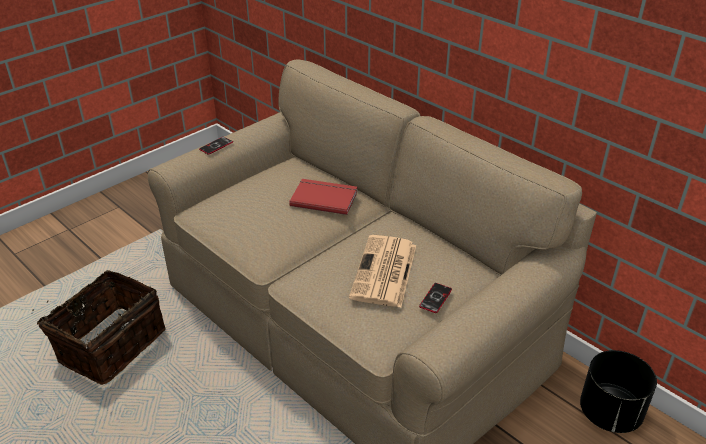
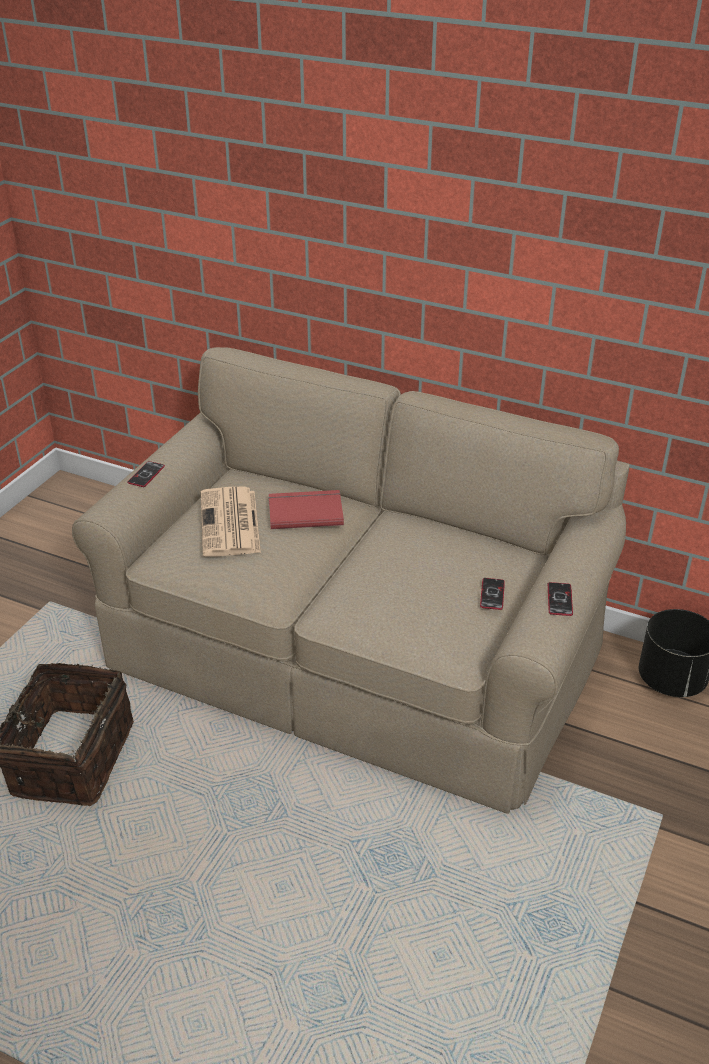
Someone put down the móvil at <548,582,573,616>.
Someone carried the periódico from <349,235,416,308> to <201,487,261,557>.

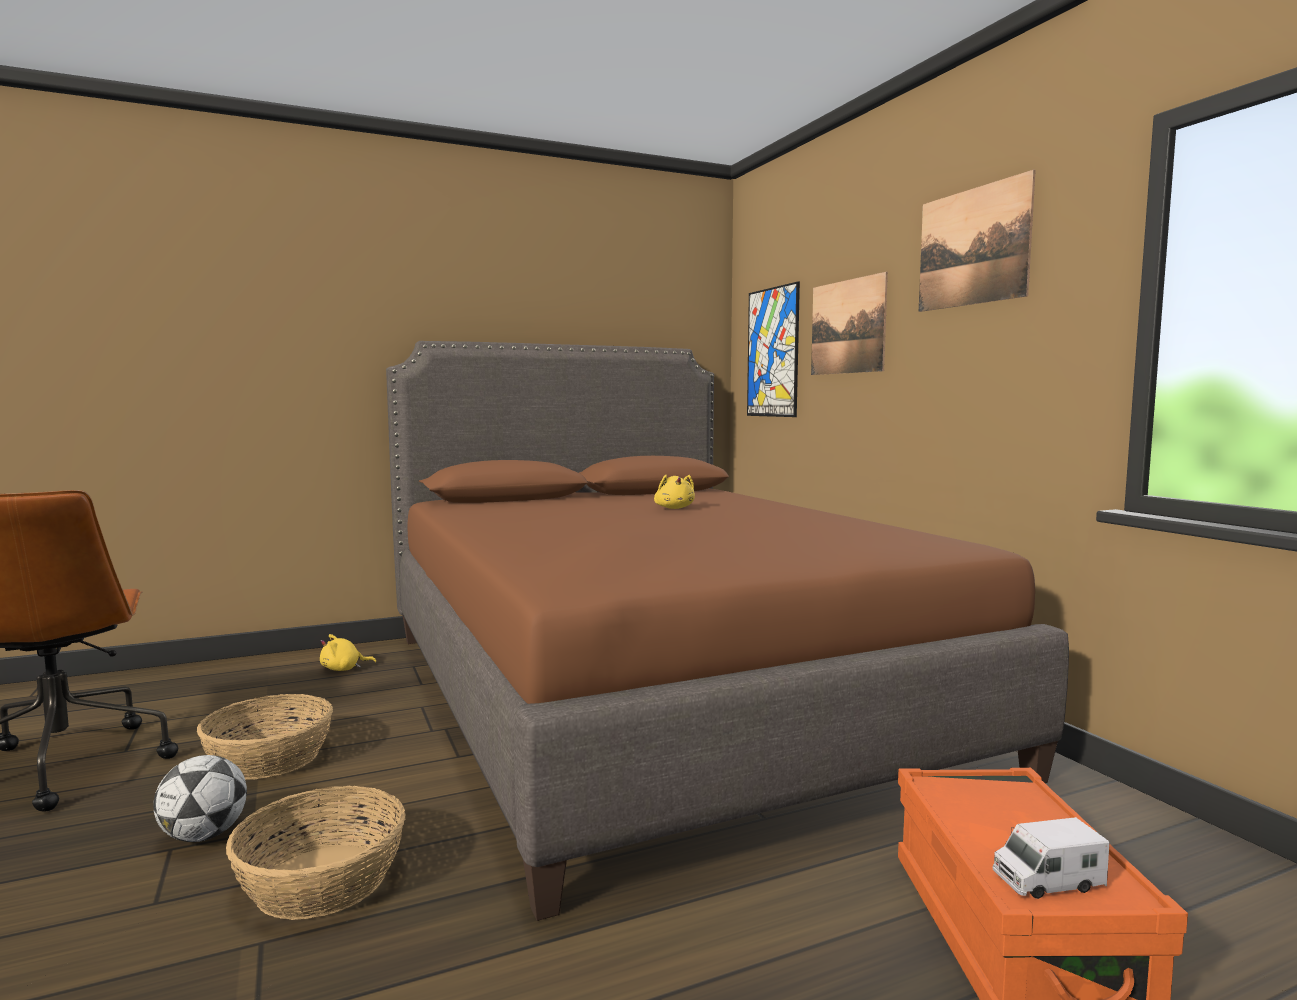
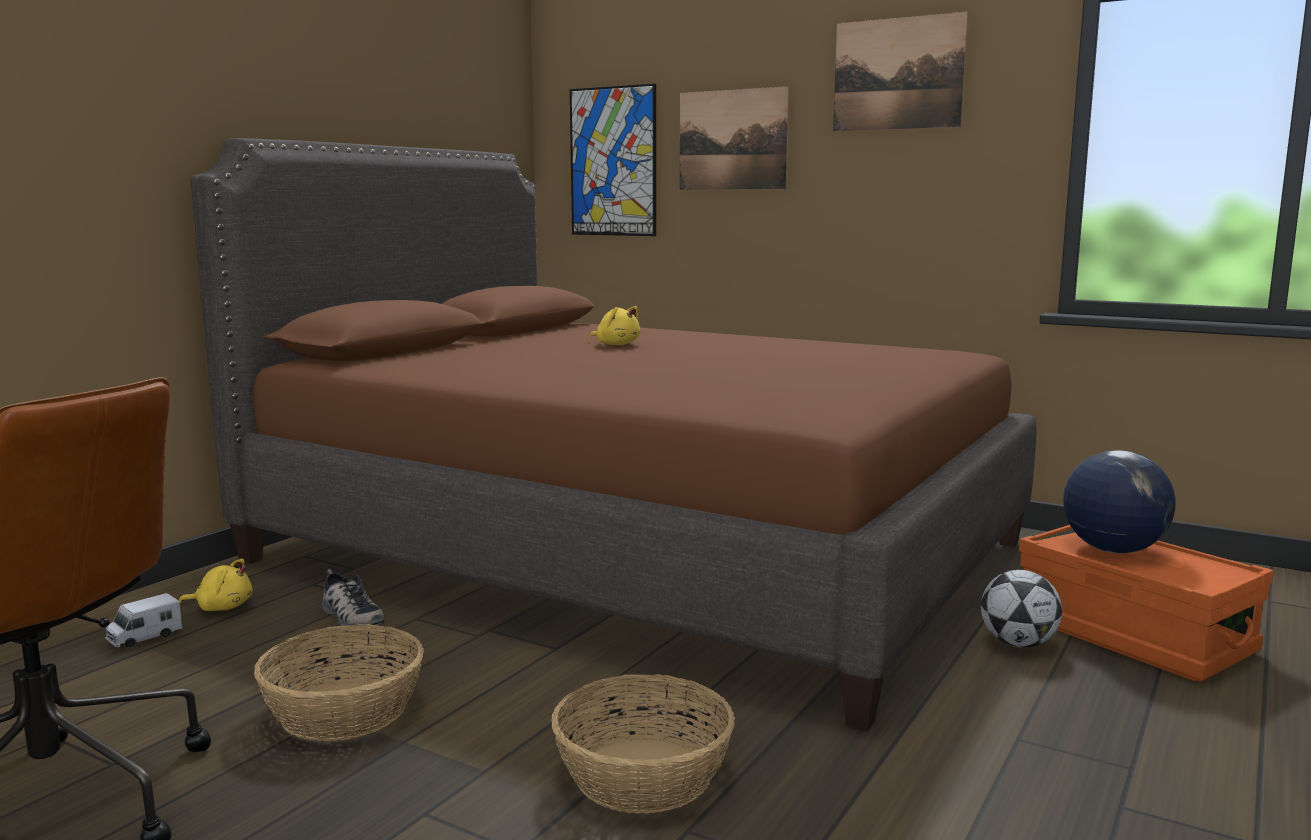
Someone put down the zapato at <322,569,385,629>.
Someone put down the globo terráqueo at <1063,450,1176,553>.
Someone carried the balón de fútbol from <153,755,247,842> to <981,570,1062,648>.
Someone carried the camión de juguete from <993,817,1109,899> to <105,593,182,647>.
Someone rotated the peluche (amarillo) at <320,634,376,671> by 120 degrees counterclockwise.

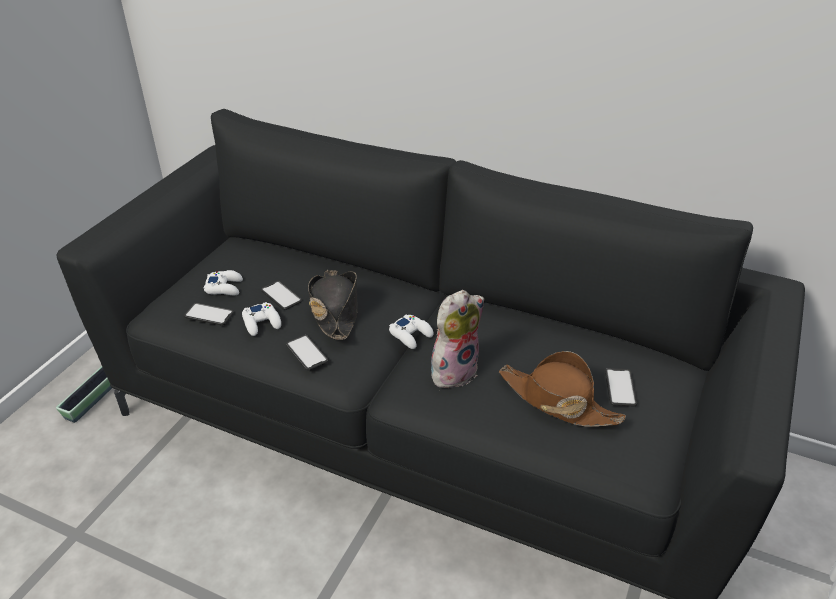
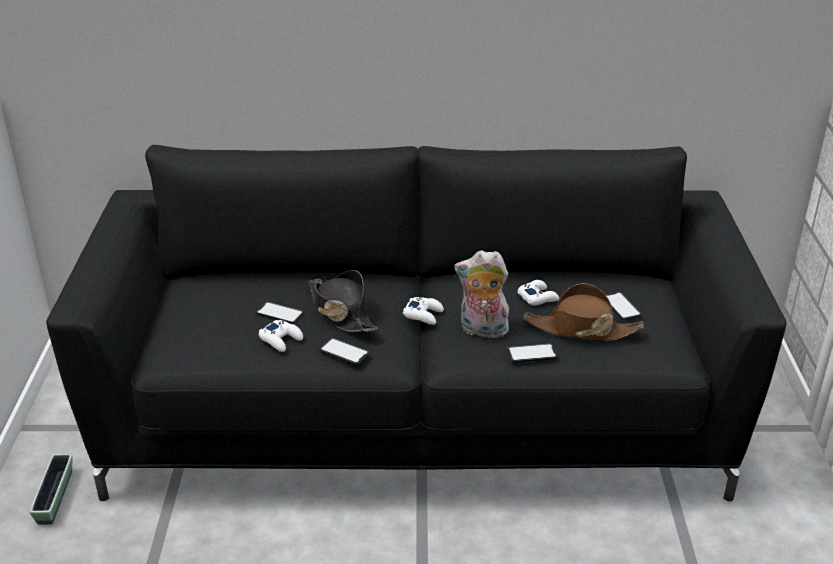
Someone carried the móvil from <184,303,234,325> to <507,343,558,363>.
Someone carried the mando de consola (blanco) from <204,270,243,295> to <517,280,559,306>.
Someone rotated the peluche at <431,290,484,391> by 105 degrees counterclockwise.

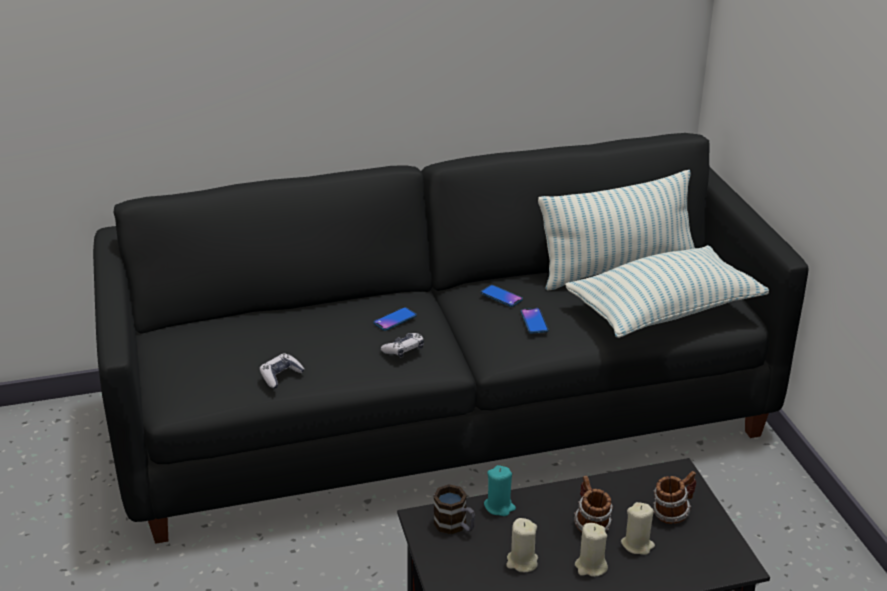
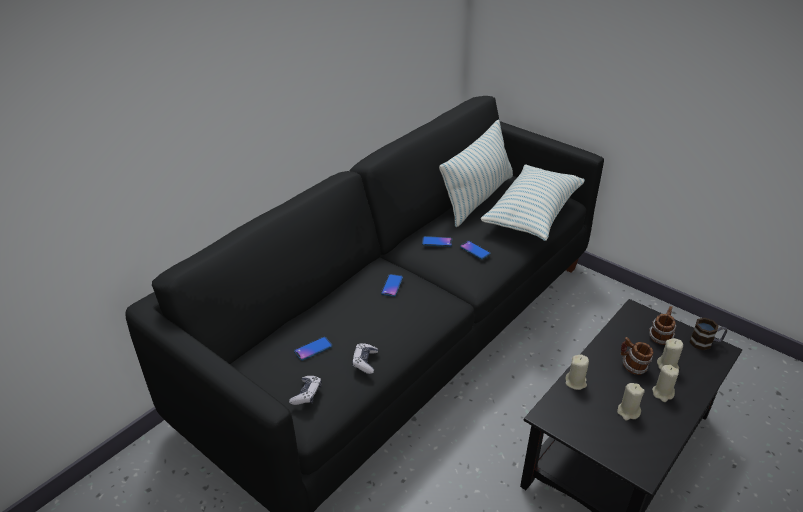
Someone put down the móvil at <294,337,332,361>.
Someone carried the mando de consola from <381,333,424,357> to <289,376,322,405>.
Someone carried the taza grande from <434,484,475,534> to <690,318,727,350>.
Someone repainted the vela (turquesa) at <484,465,516,516>, which became the vela (beis) at <565,355,589,390>.

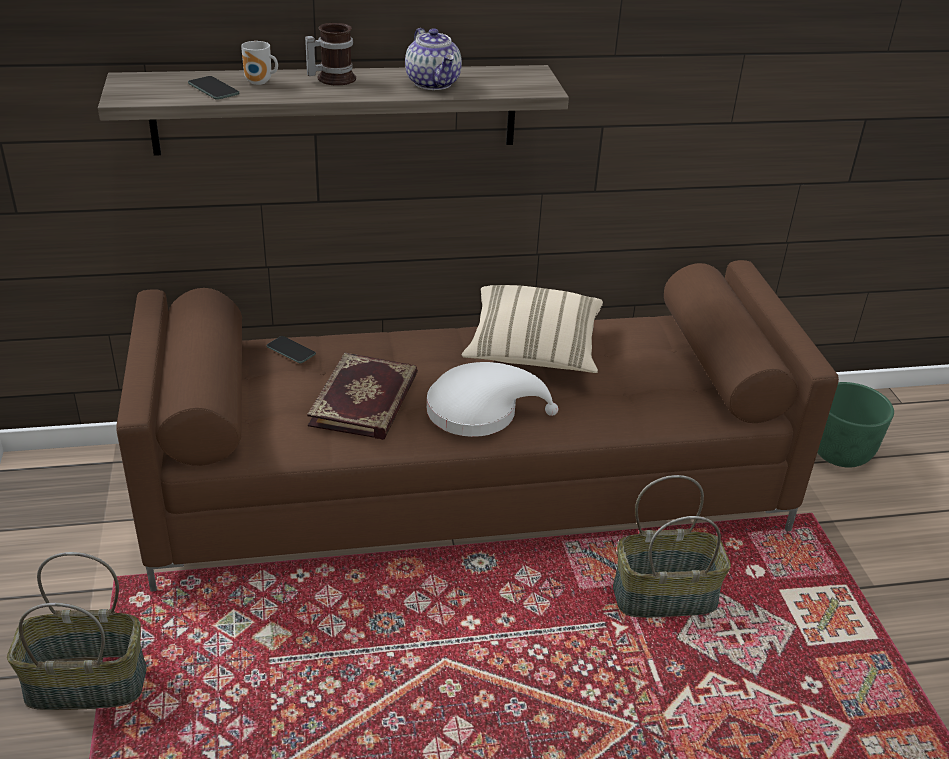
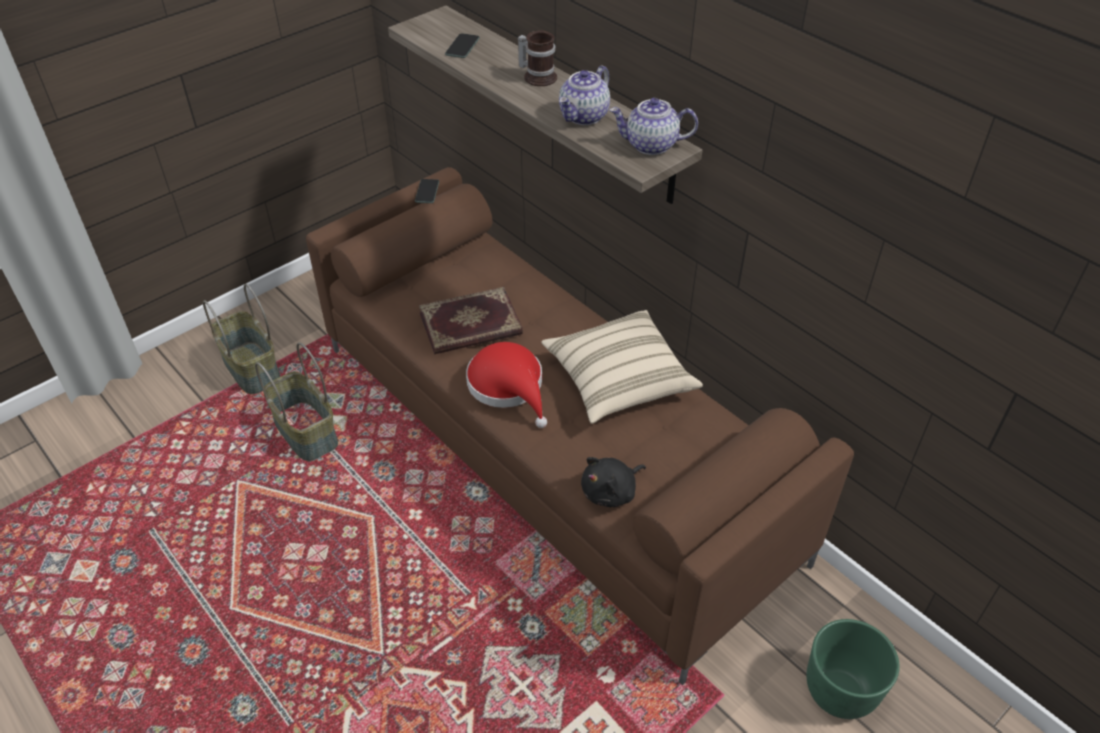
Someone took away the taza grande at <241,41,278,85>.
Someone put down the peluche (negro) at <581,457,646,507>.
Someone put down the tetera at <609,98,698,155>.
Someone carried the móvil from <266,336,316,363> to <415,179,439,203>.
Someone carried the cesta from <613,475,731,618> to <255,342,338,461>.
Someone repainted the sombrero (blanco) at <427,362,558,437>, which became the sombrero (rojo) at <466,342,547,428>.

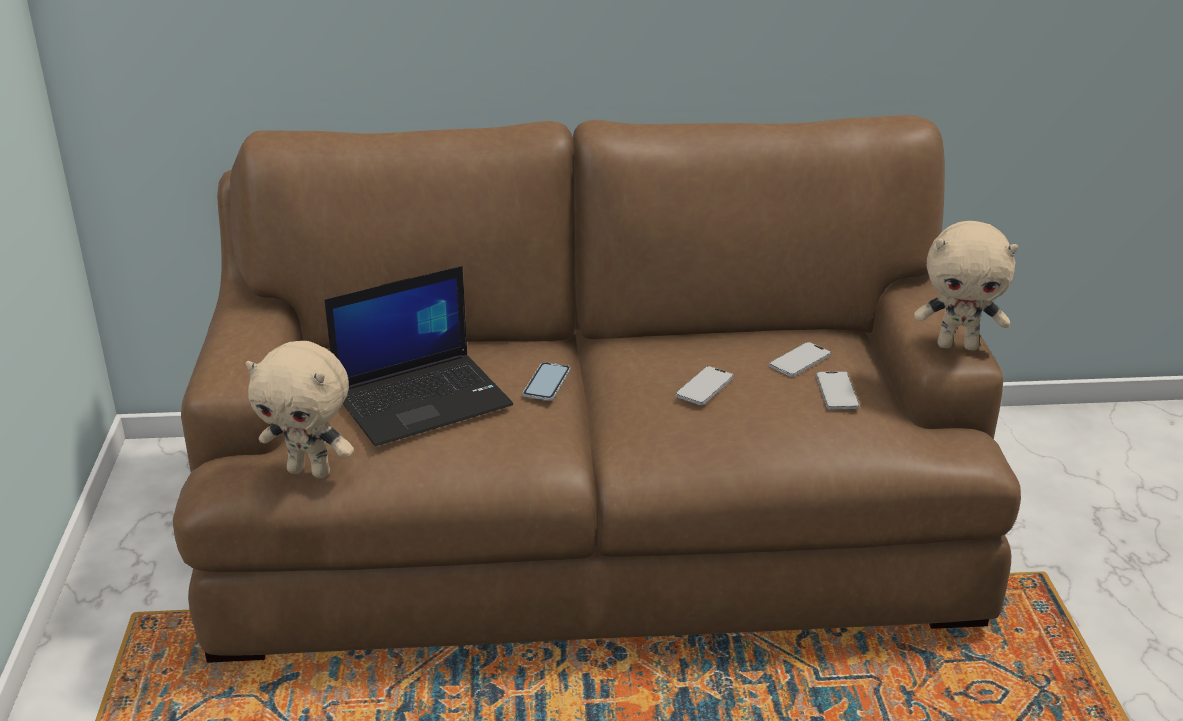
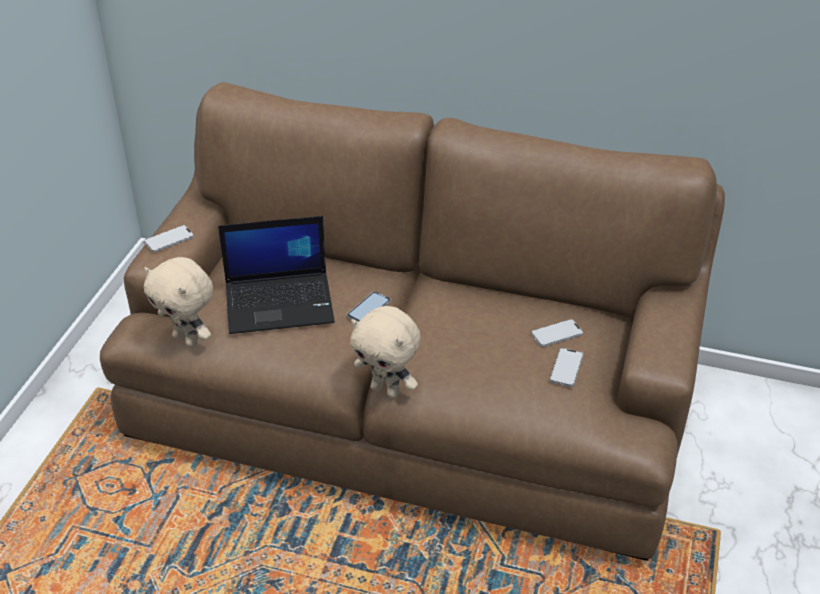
Someone carried the móvil from <675,366,734,405> to <144,225,194,252>.
Someone carried the peluche (beis) from <914,221,1018,351> to <350,306,420,398>.

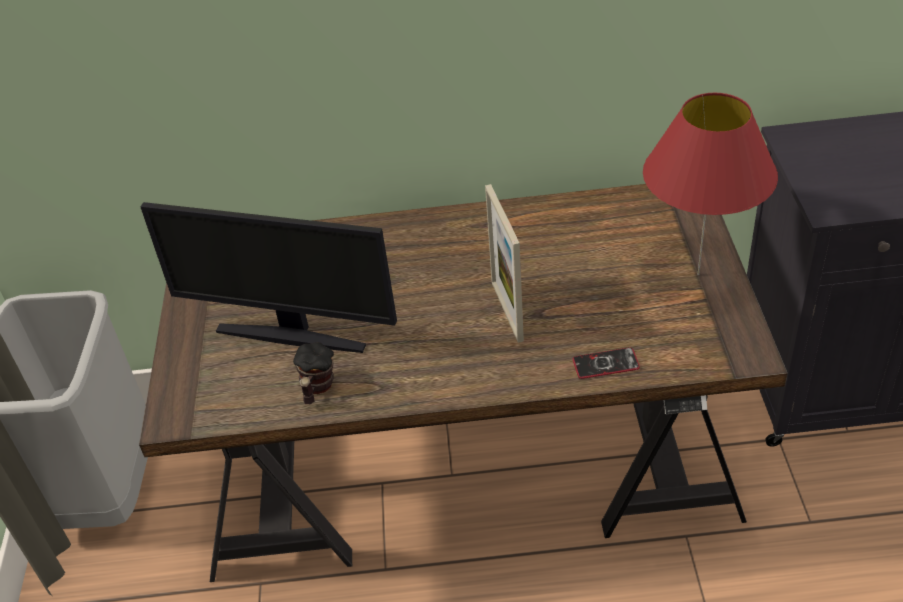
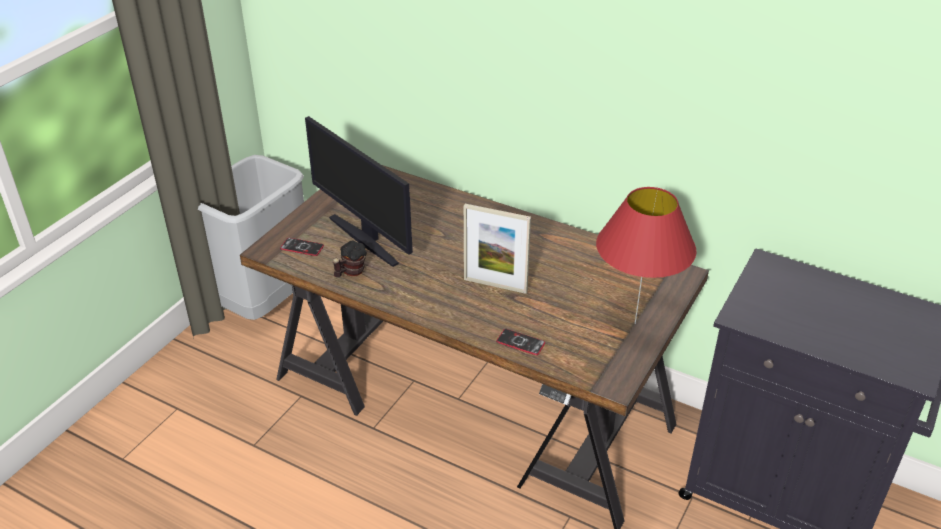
Someone put down the móvil at <280,238,324,256>.
Someone rotated the portarretratos at <485,184,524,343> by 90 degrees counterclockwise.

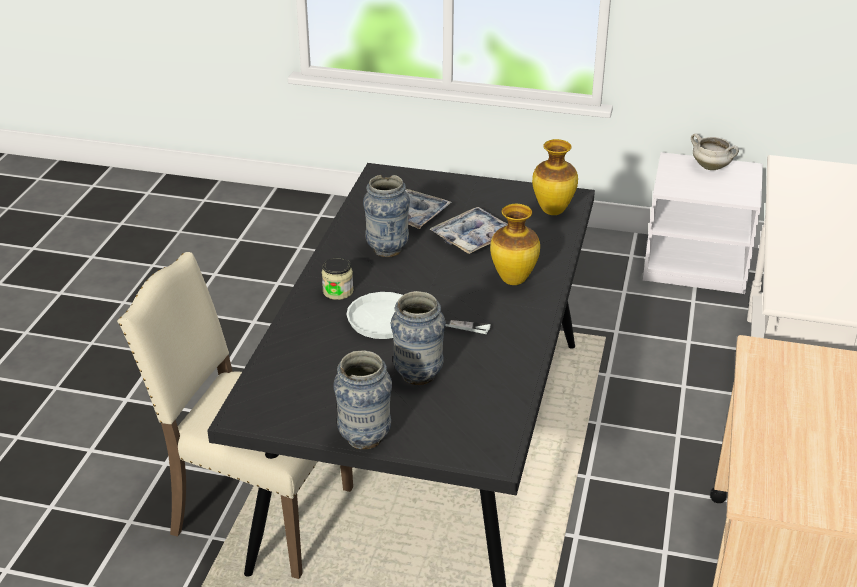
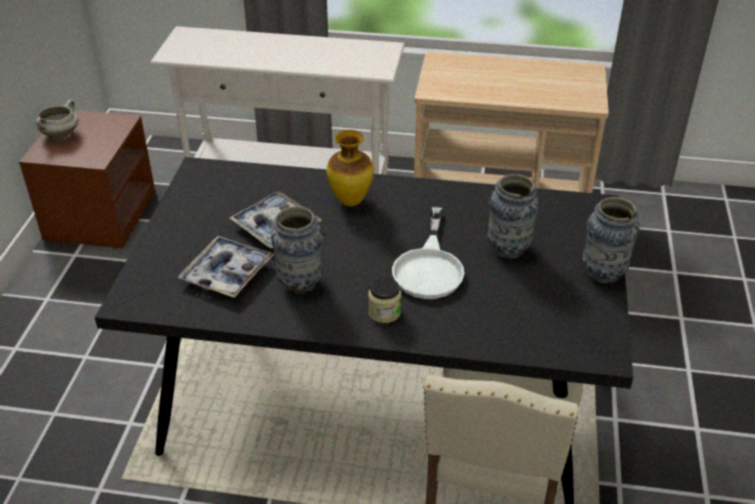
Someone took away the florero at <532,139,578,215>.
Someone repainted the mesita de noche (blanco) at <643,152,763,294>, which became the mesita de noche (marrón) at <19,110,155,249>.

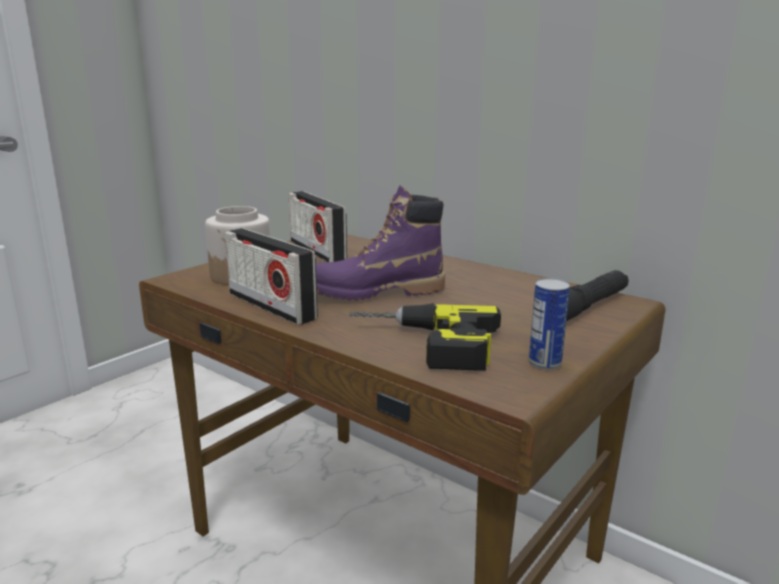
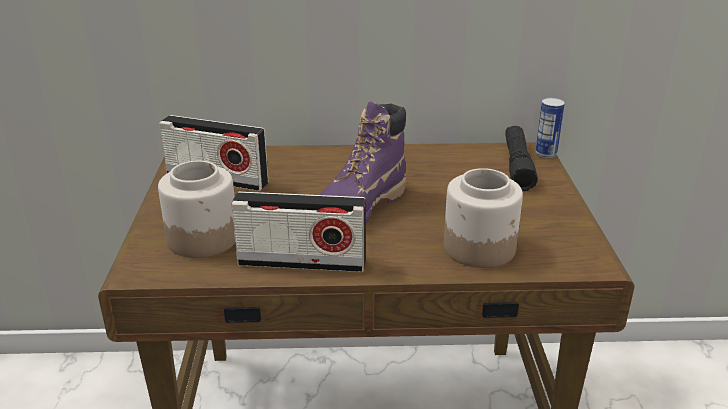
Someone carried the lata from <529,278,570,370> to <535,98,565,158>.
Someone swapped the taladro at <349,303,501,371> for the tarro at <444,168,523,268>.

